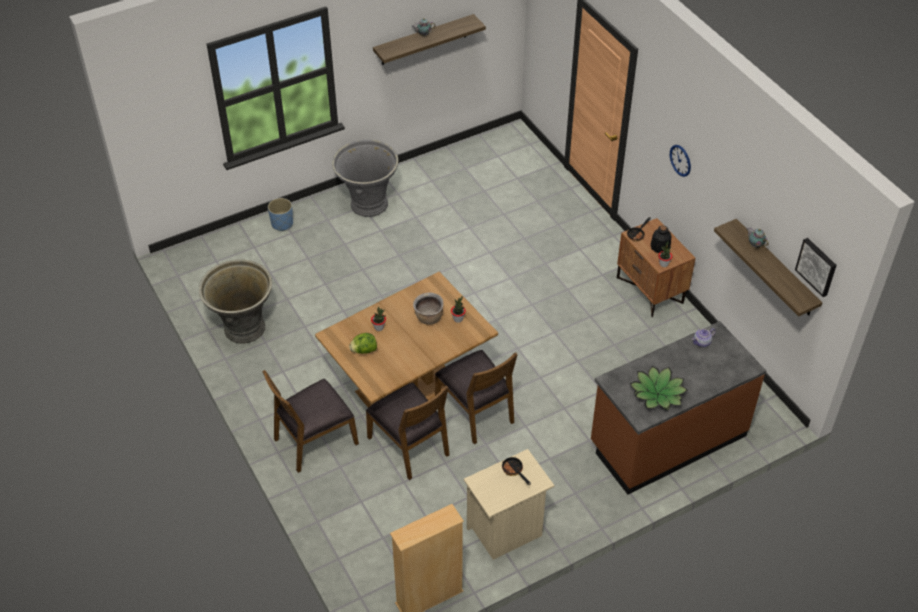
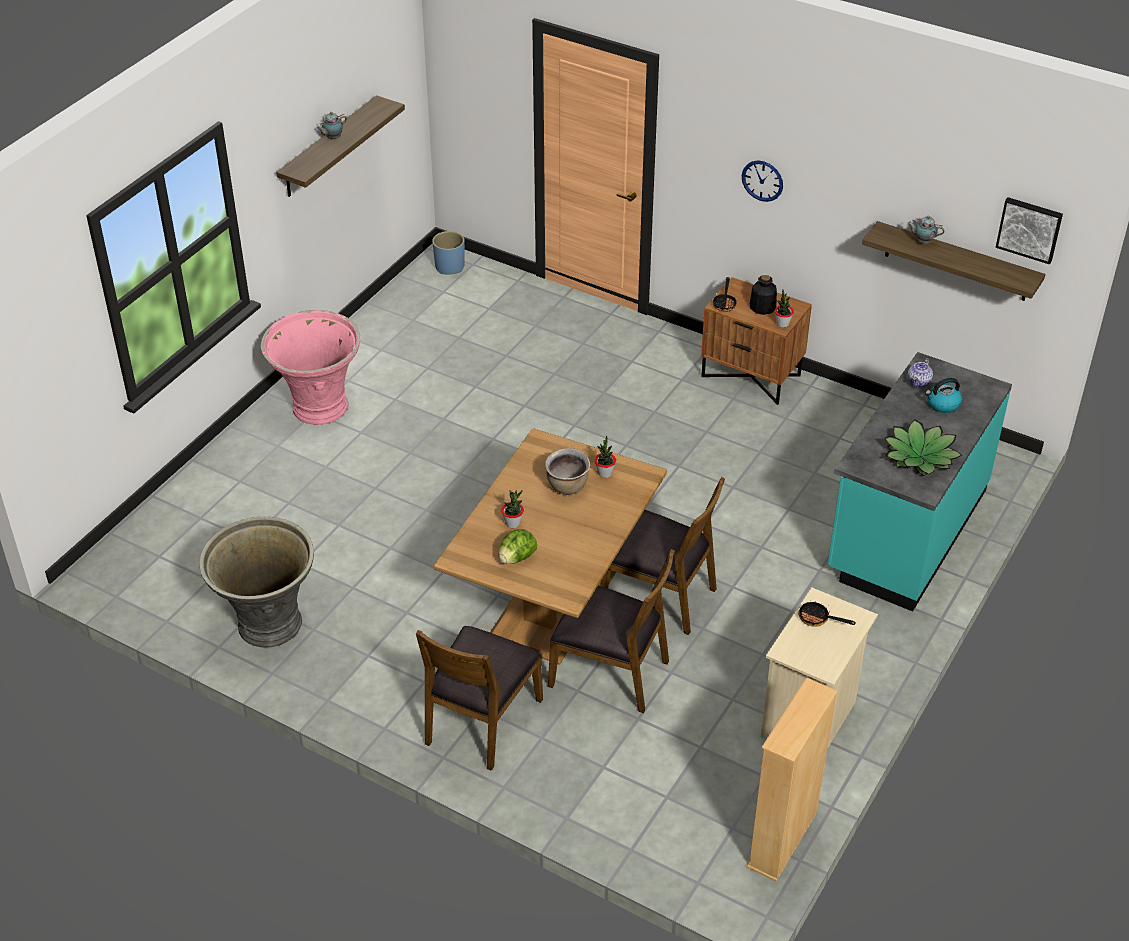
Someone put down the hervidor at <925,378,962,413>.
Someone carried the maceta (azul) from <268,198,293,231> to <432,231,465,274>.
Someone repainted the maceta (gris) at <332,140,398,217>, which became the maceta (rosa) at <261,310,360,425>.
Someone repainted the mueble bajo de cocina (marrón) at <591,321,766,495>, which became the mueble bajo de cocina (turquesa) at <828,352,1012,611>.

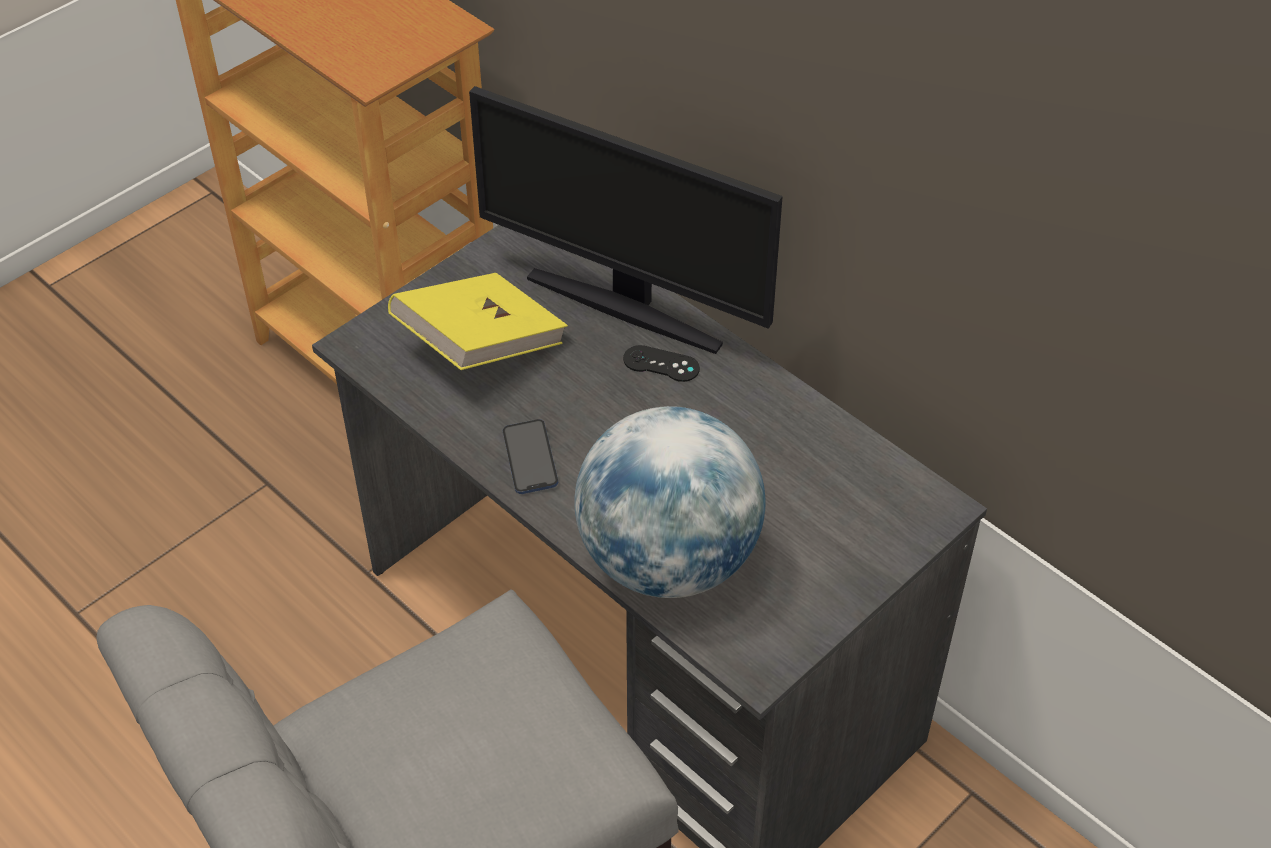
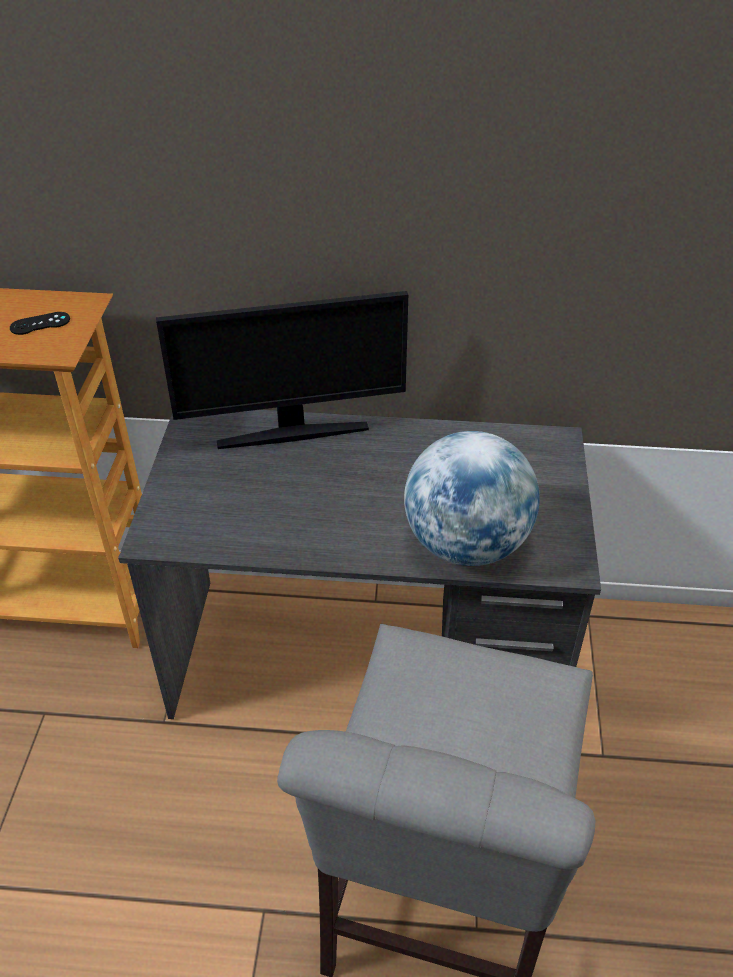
Someone took away the libro (amarillo) at <388,273,568,370>.
Someone took away the móvil at <503,419,558,494>.
Someone carried the mando de consola (negro) from <623,345,700,382> to <10,312,70,335>.

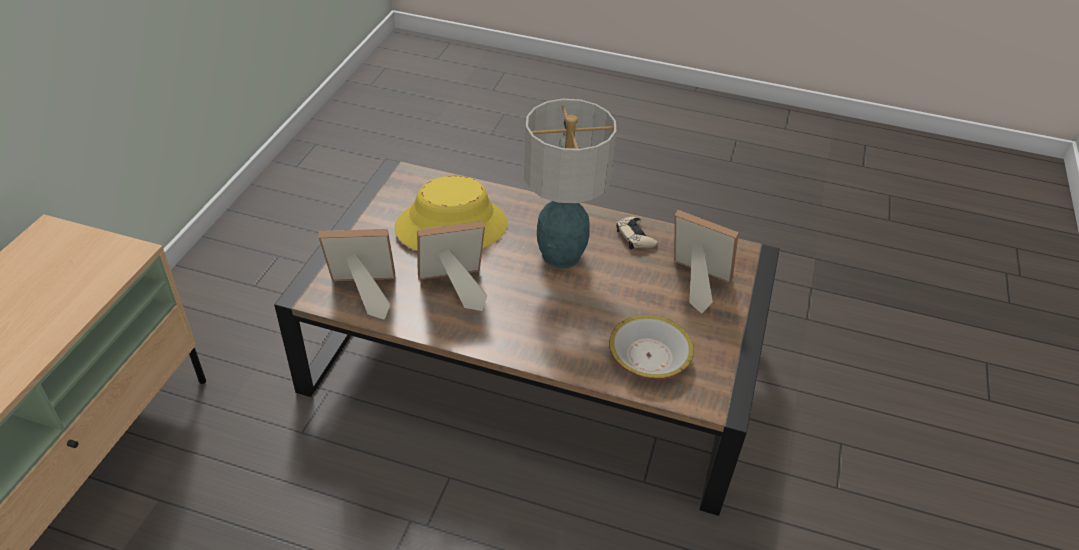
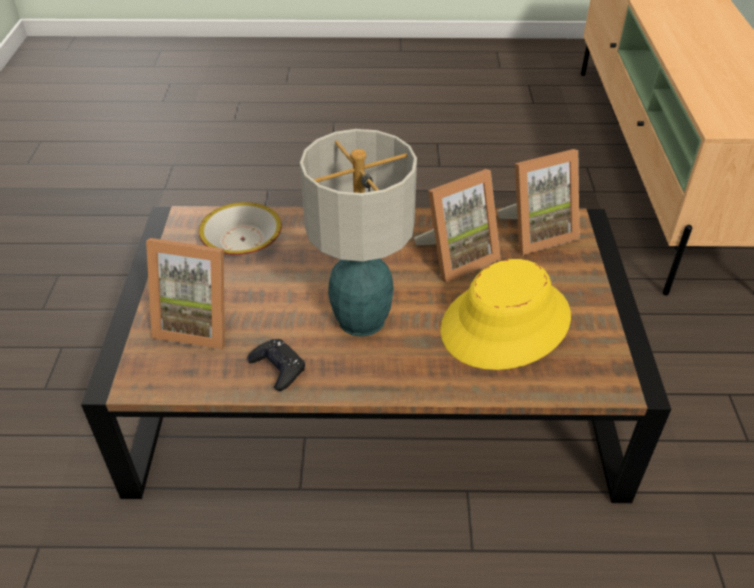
Someone repainted the mando de consola (beis) at <617,217,658,249>, which became the mando de consola (negro) at <247,339,305,391>.

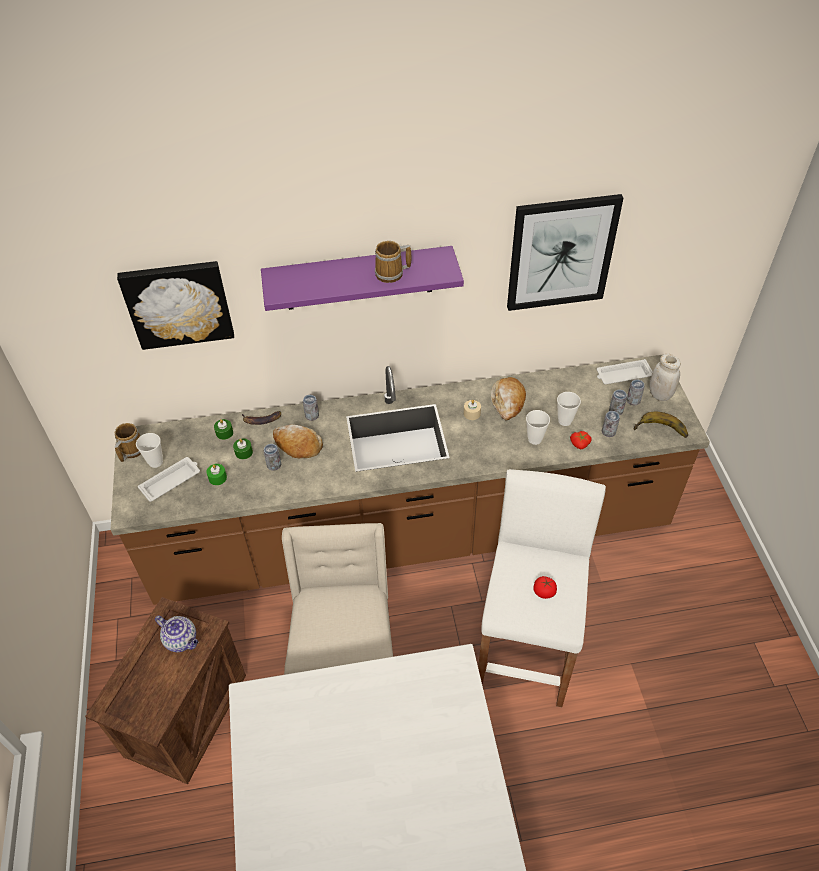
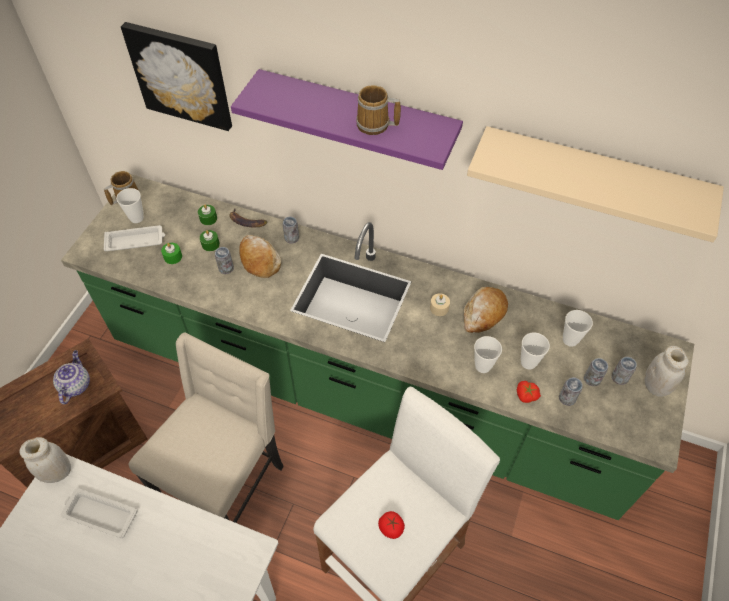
Someone took away the plátano at <633,412,688,438>.
Someone put down the tarro (blanco) at <20,437,71,483>.
Someone put down the taza at <563,310,593,347>.
Someone carried the bandeja (blanco) from <597,359,653,384> to <61,488,137,538>.
Someone swapped the cuadro at <507,194,623,311> for the estante (beis) at <467,126,724,242>.
Someone repainted the mueble bajo de cocina (marrón) at <111,354,710,605>, which became the mueble bajo de cocina (verde) at <61,174,694,520>.
Someone rotated the tetera at <155,615,198,652> by 150 degrees counterclockwise.

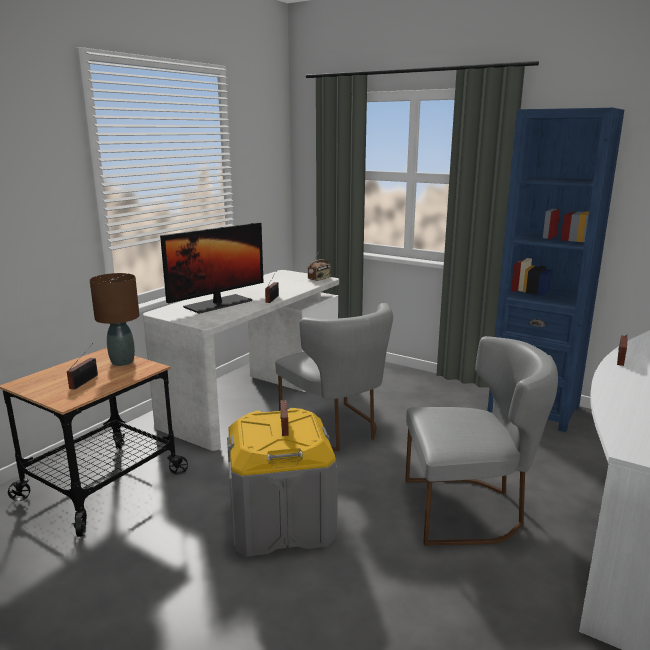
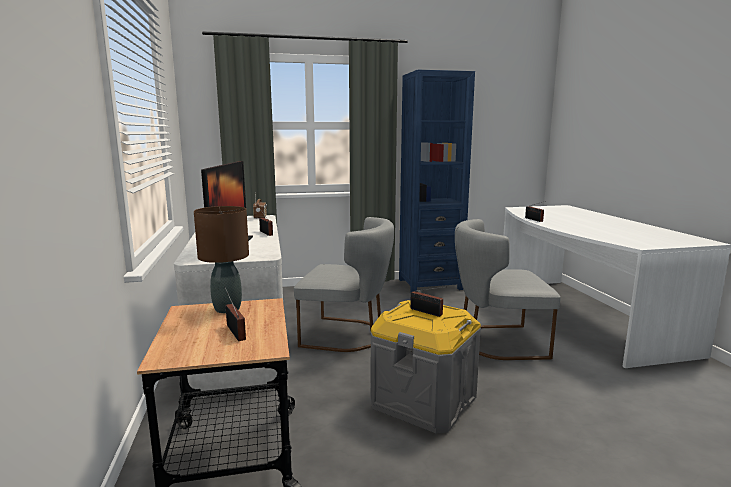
Someone rotated the silla (gris) at <405,336,558,546> by 135 degrees counterclockwise.

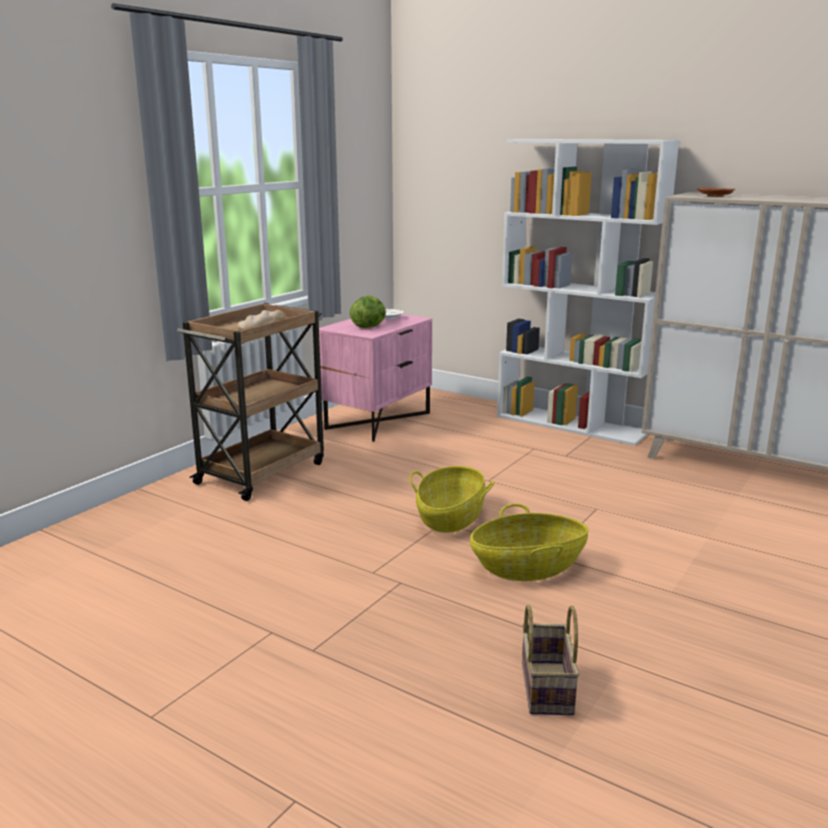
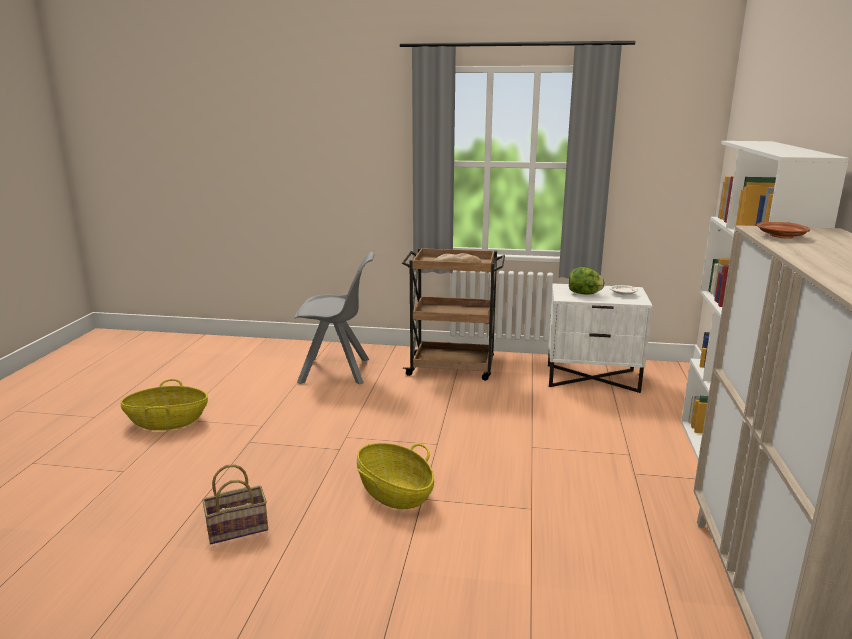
Someone put down the silla (gris) at <294,252,375,385>.
Someone carried the cesta from <409,466,494,533> to <121,379,208,431>.
Someone repainted the mesita de noche (rosa) at <319,314,432,442>, which became the mesita de noche (blanco) at <548,283,653,393>.

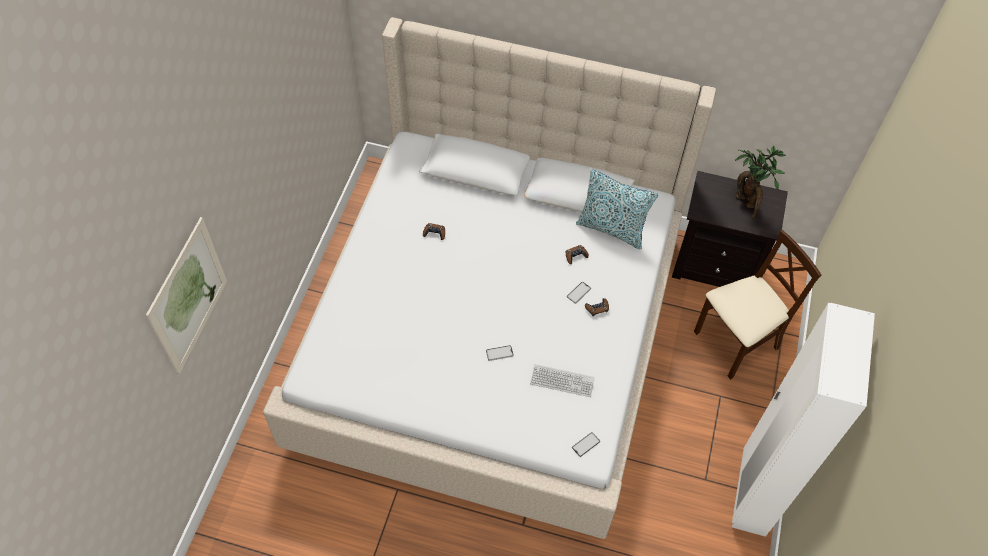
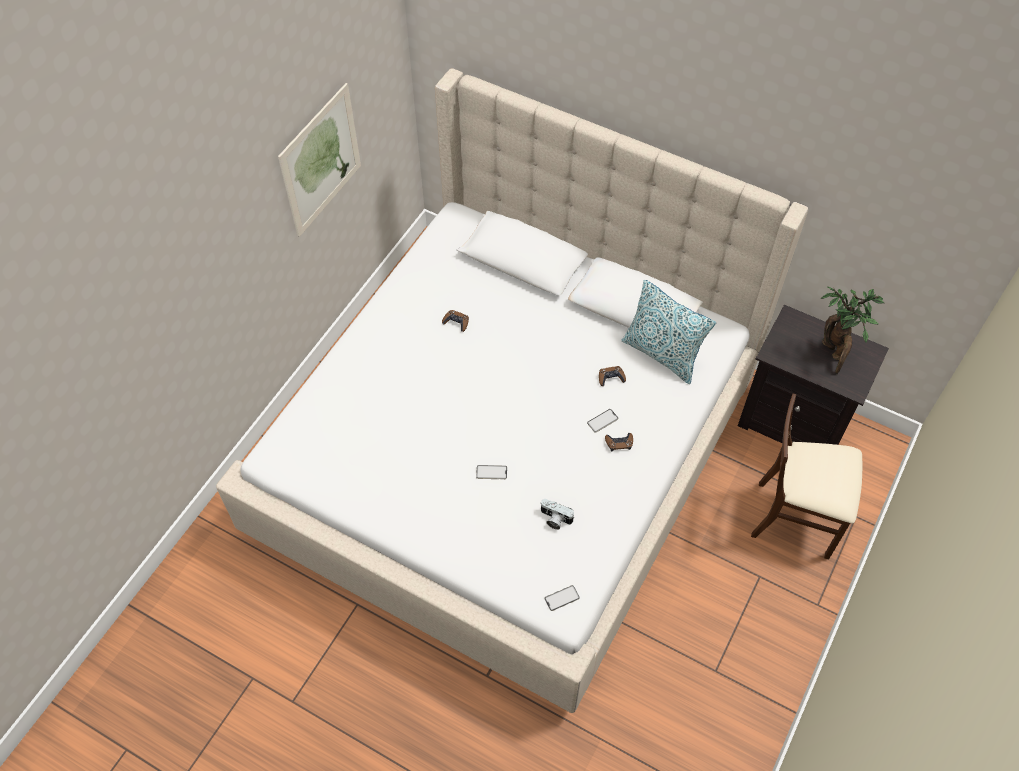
Someone took away the armario ropero (blanco) at <732,303,875,537>.
Someone carried the cuadro from <146,217,227,374> to <278,83,361,237>.
Someone swapped the teclado at <530,364,595,397> for the cámara at <541,499,574,530>.
Someone rotated the silla (beis) at <694,230,822,380> by 150 degrees counterclockwise.

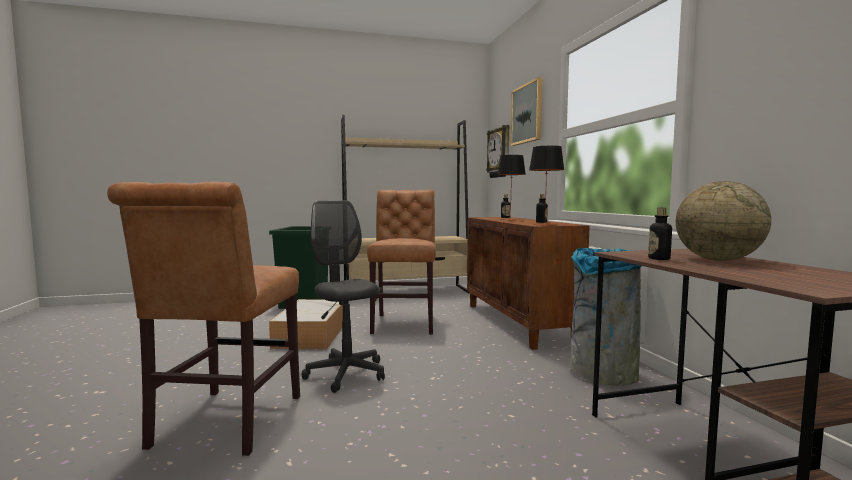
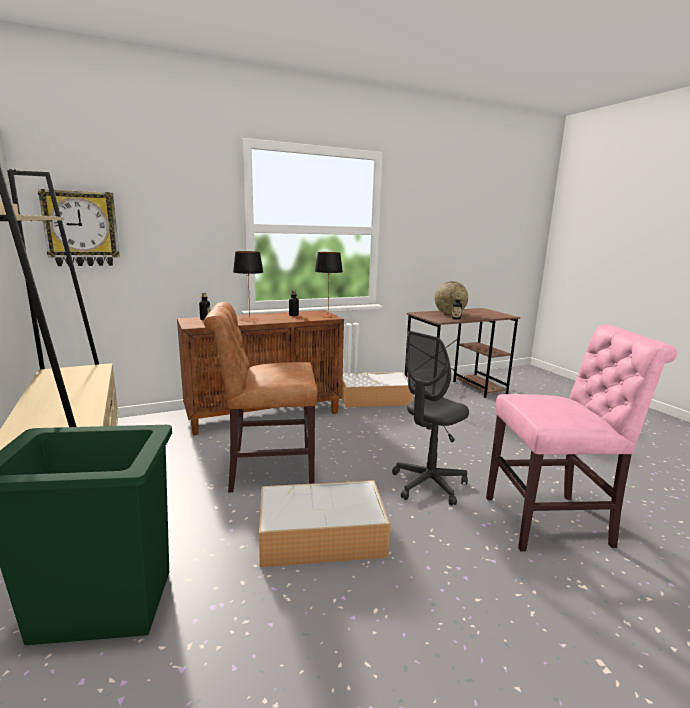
Someone took away the cuadro at <511,77,543,146>.
Someone swapped the papelera (gris) at <570,248,642,386> for the caja de almacenaje at <342,372,413,408>.
Someone repainted the silla (marrón) at <107,182,300,456>, which became the silla (rosa) at <486,324,677,552>.

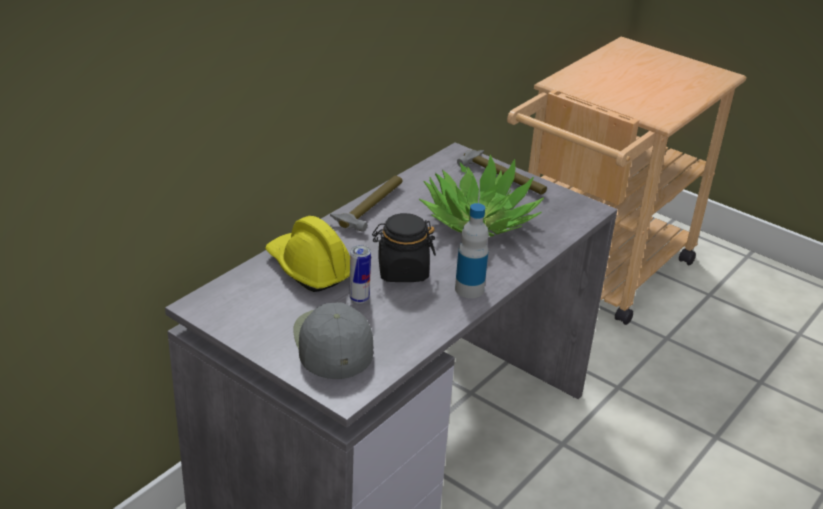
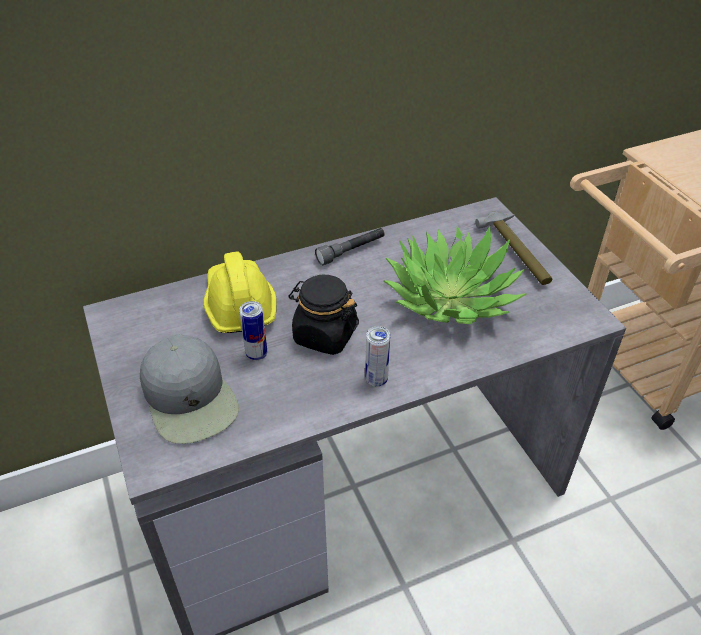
Someone swapped the martillo at <330,176,403,232> for the linterna (gris) at <315,228,385,265>.
Someone swapped the botella at <455,203,489,298> for the lata at <365,326,390,387>.
Someone rotated the gorra (gris) at <293,302,373,379> by 135 degrees clockwise.

